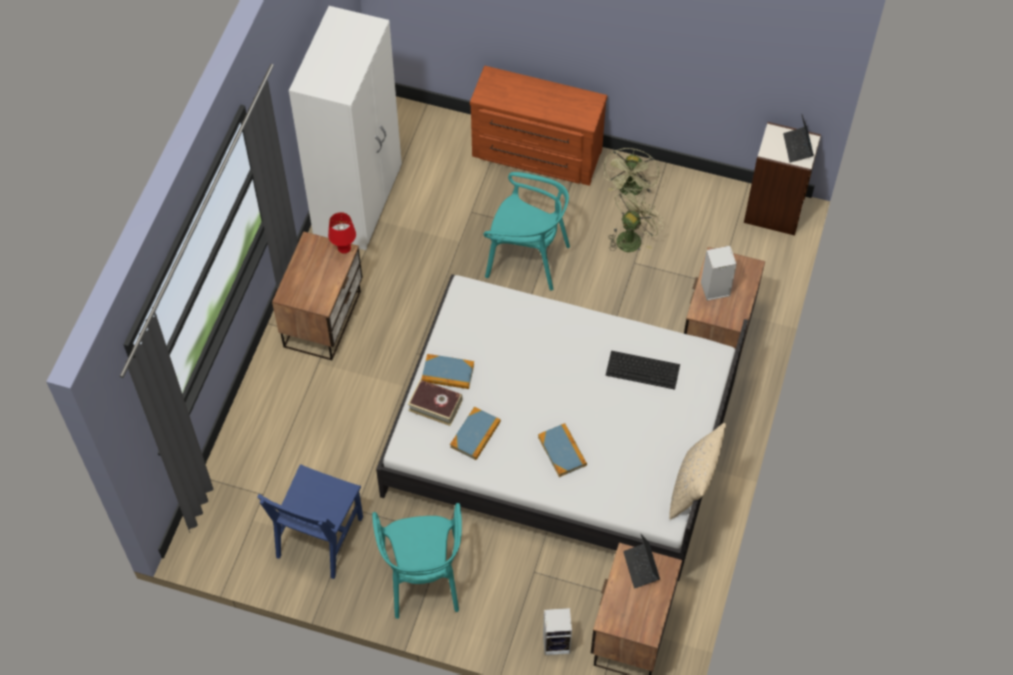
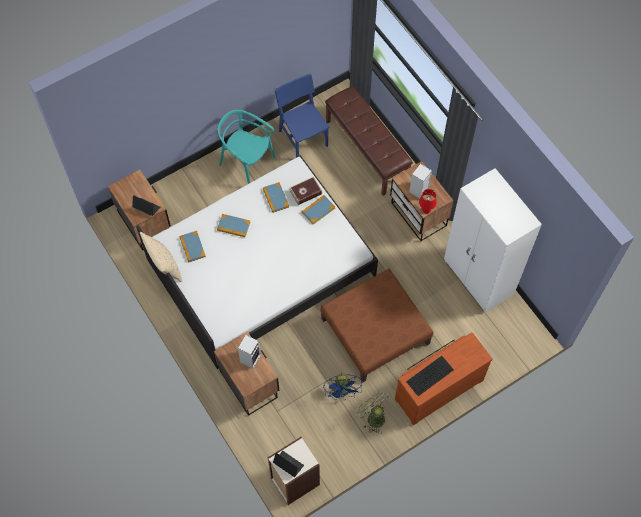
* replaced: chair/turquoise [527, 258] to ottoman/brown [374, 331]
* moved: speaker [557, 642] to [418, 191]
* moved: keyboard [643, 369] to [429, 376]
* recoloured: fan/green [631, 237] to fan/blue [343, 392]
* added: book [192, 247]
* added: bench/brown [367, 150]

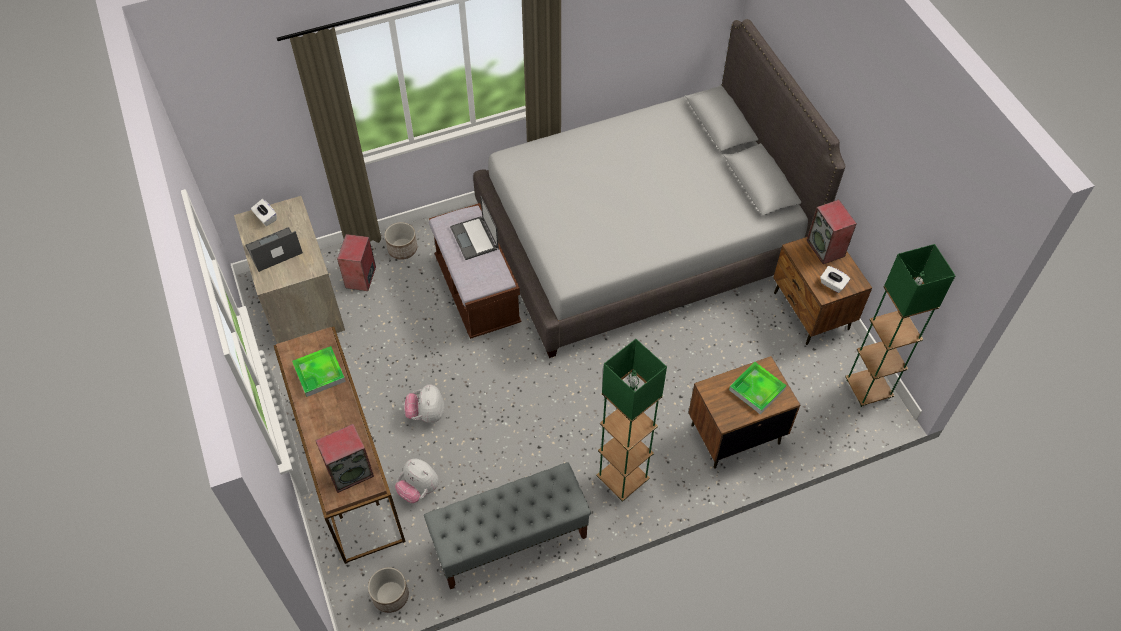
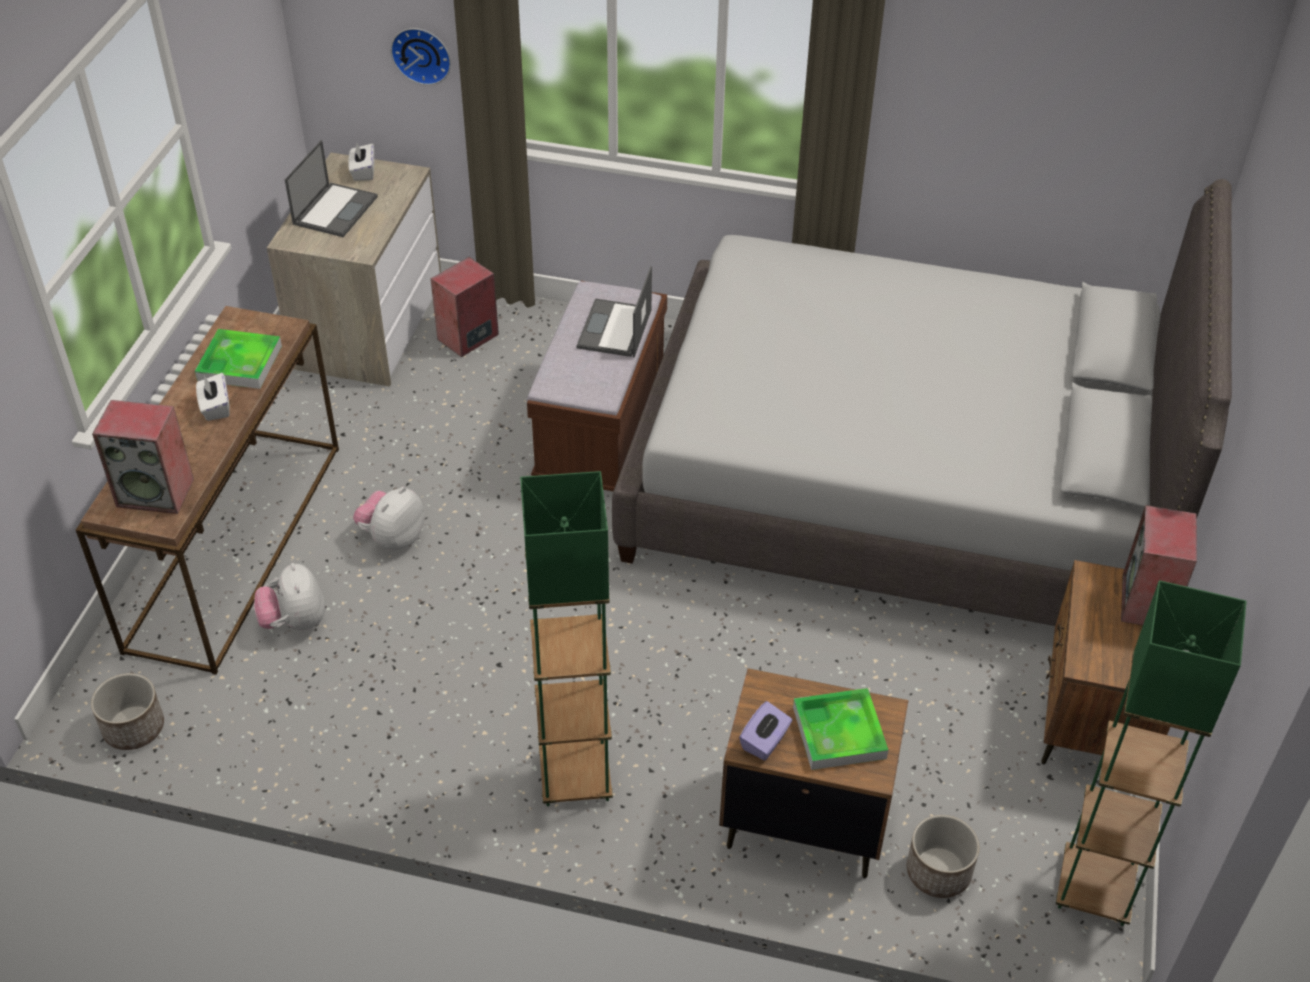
* turned: laptop [273, 250] = [335, 209] 105 degrees clockwise
* moved: planter [402, 249] to [938, 872]
* removed: bench/grey [509, 540]
* moved: tissue box/white [832, 284] to [215, 407]
* added: wall clock [422, 54]
* added: tissue box/purple [765, 742]

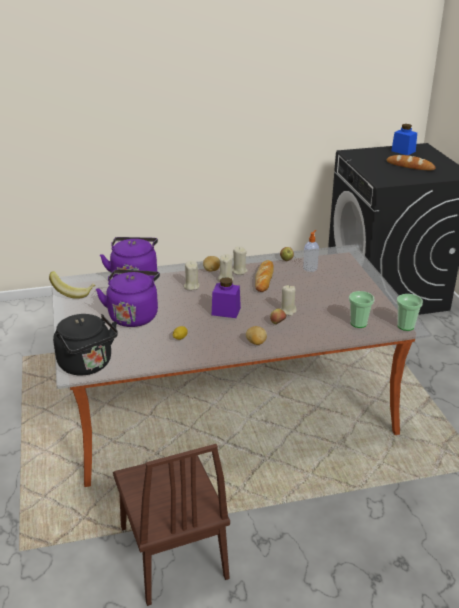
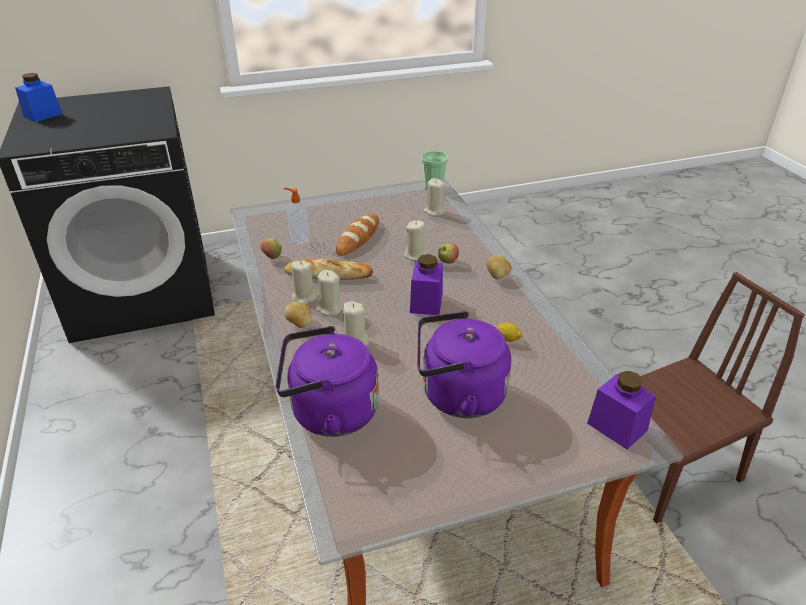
* removed: banana [73, 292]
* replaced: kettle/black [88, 365] to jar/purple [617, 427]
* replaced: cup [358, 323] to candle/beige [434, 211]
* moved: bread [410, 166] to [358, 238]

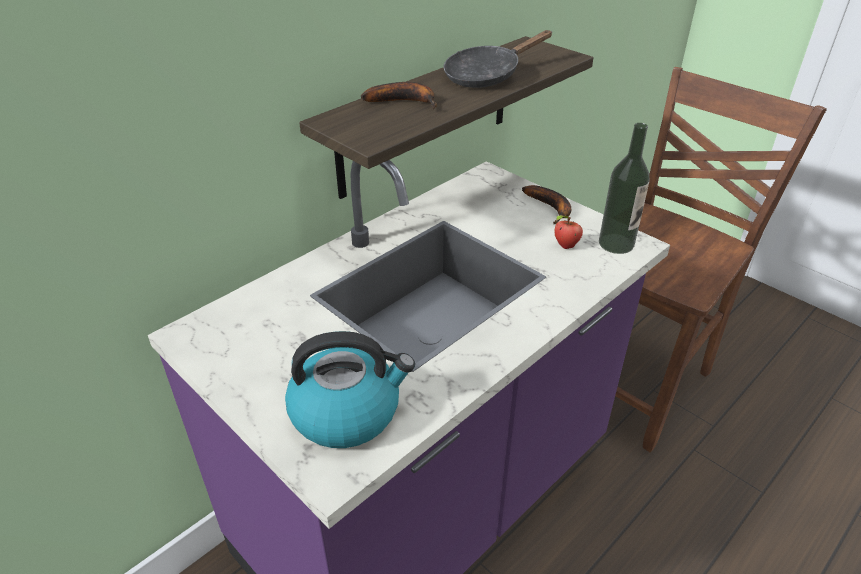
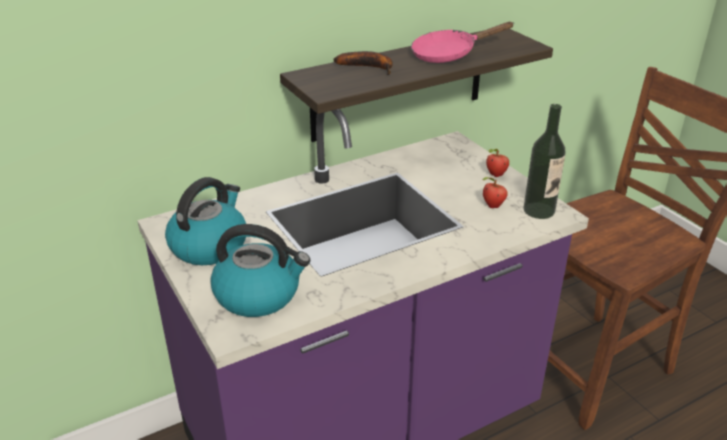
* recoloured: frying pan/black [487, 75] to frying pan/pink [449, 54]
* replaced: banana [551, 208] to apple [495, 175]
* added: kettle [209, 245]

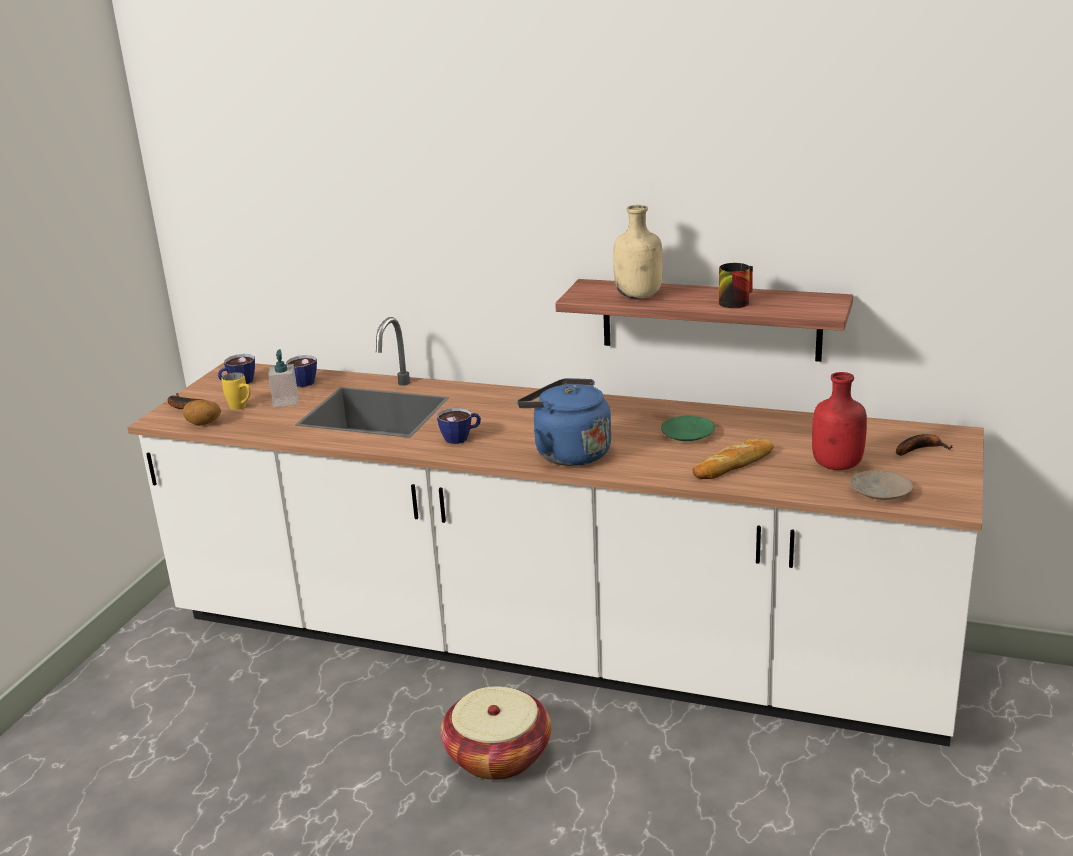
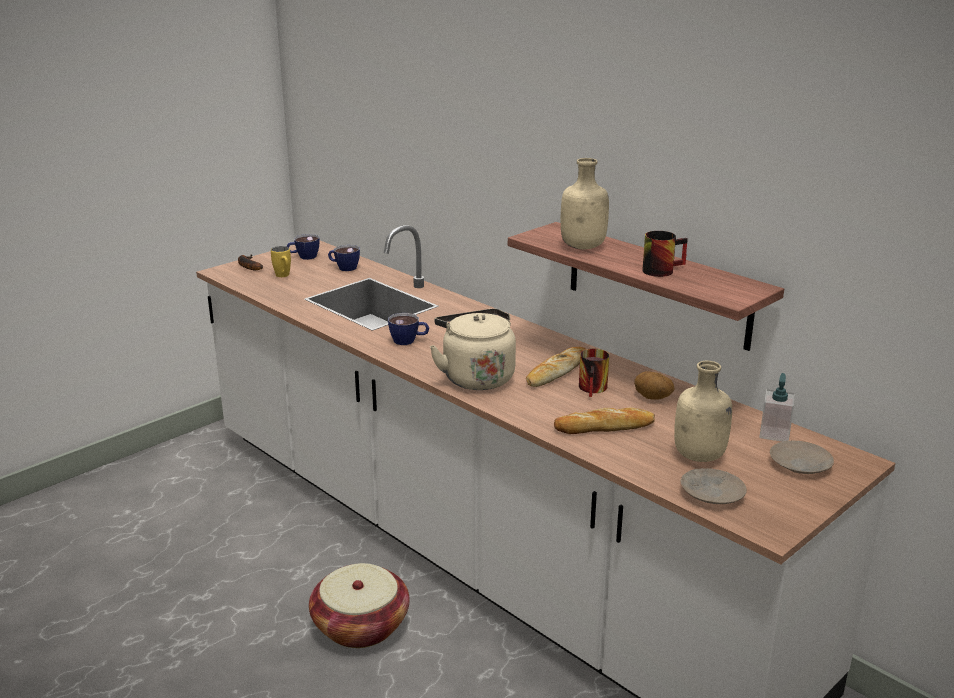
* moved: potato [203, 424] to [652, 398]
* moved: soap dispenser [286, 401] to [774, 433]
* recoloured: kettle/blue [568, 453] to kettle/beige [476, 377]
* replaced: plate/green [688, 434] to mug [595, 389]
* recoloured: bottle/red [838, 466] to bottle/beige [700, 456]
* replaced: banana [920, 449] to plate/beige [800, 464]
* added: bread [556, 371]

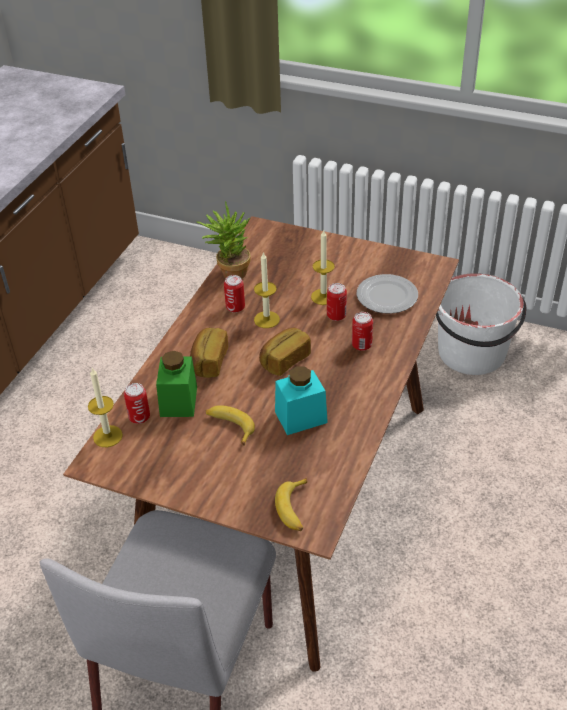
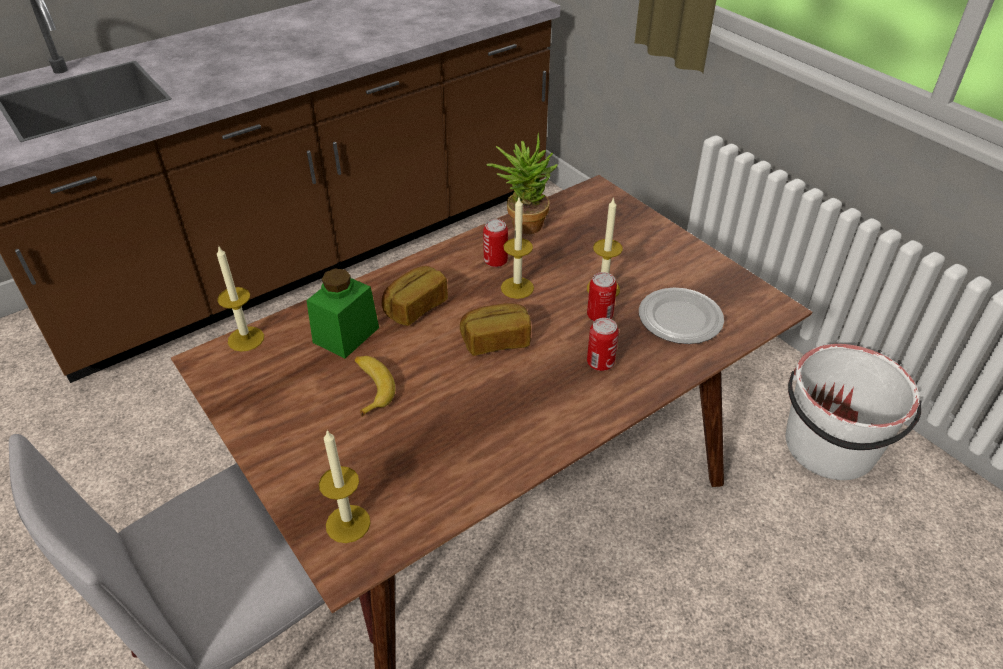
* removed: can [139, 417]
* removed: jar/turquoise [301, 417]
* replaced: banana [294, 509] to candle [348, 523]

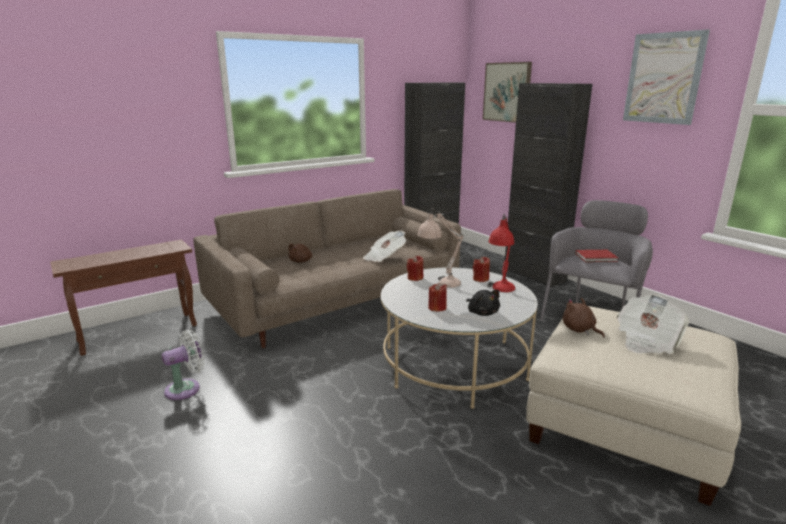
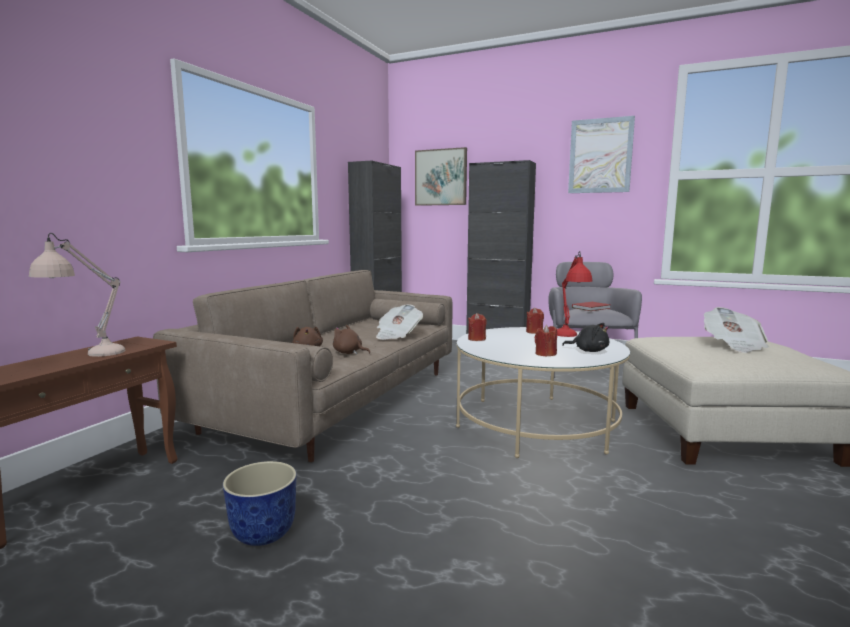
* replaced: fan/white [186, 388] to planter [262, 534]
* moved: table lamp/beige [439, 285] to [86, 356]
* moved: plush toy/brown [579, 330] to [349, 353]

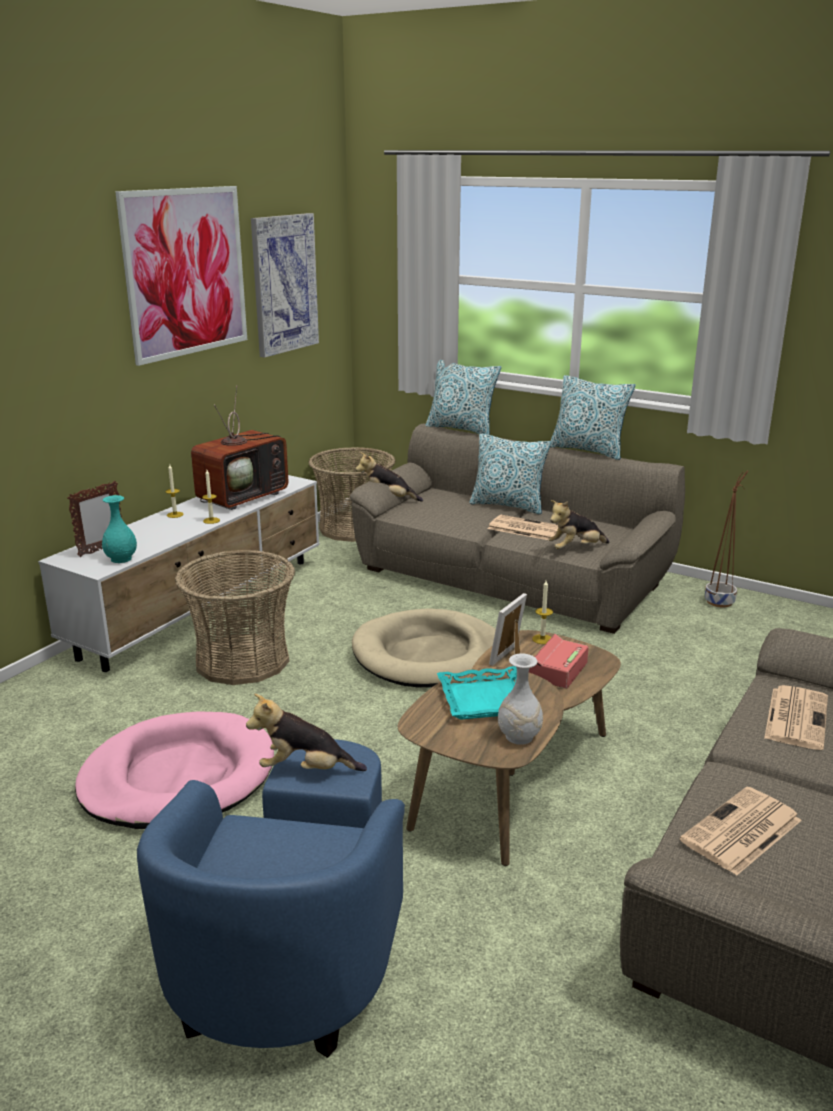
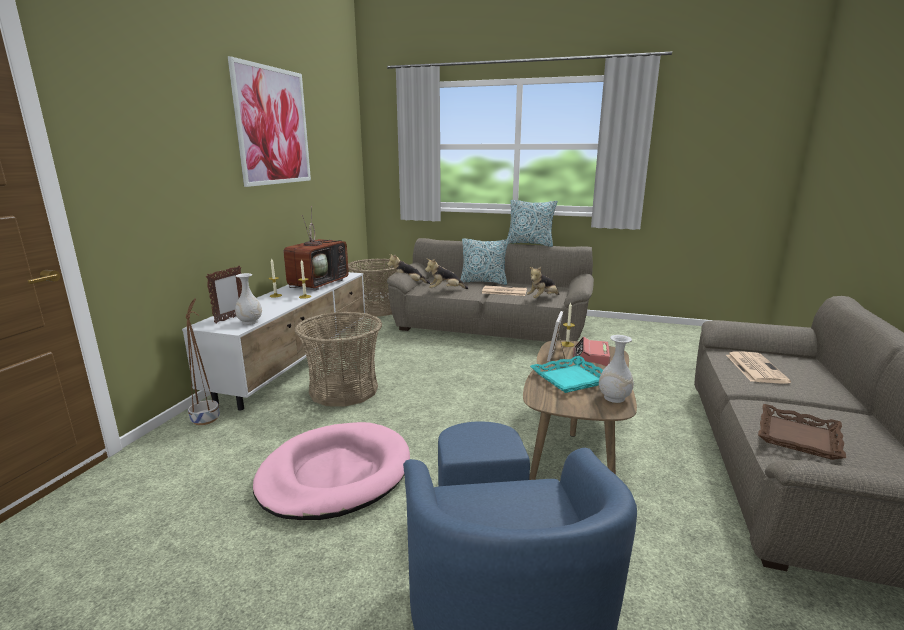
* recoloured: vase/turquoise [121, 559] to vase/white [250, 322]
* moved: plush toy [305, 770] to [445, 290]
* removed: picture [284, 284]
* removed: dog bed/beige [429, 655]
* removed: pillow [461, 429]
* replaced: newspaper [741, 832] to tray/brown [799, 437]
* moved: planter/brown [720, 602] to [206, 419]

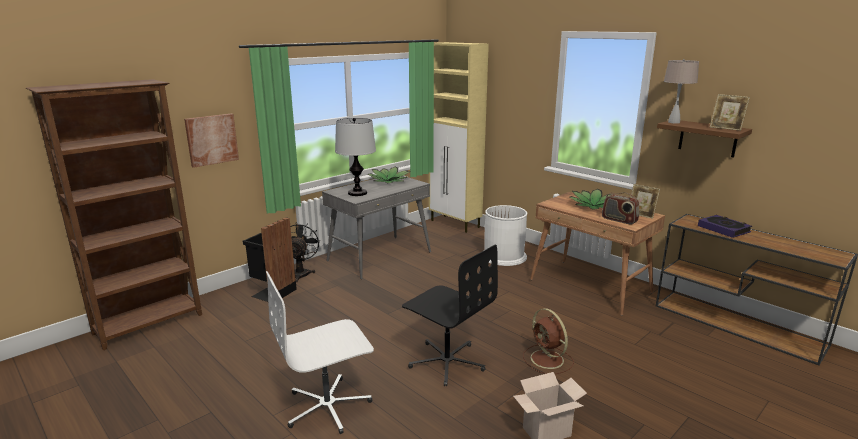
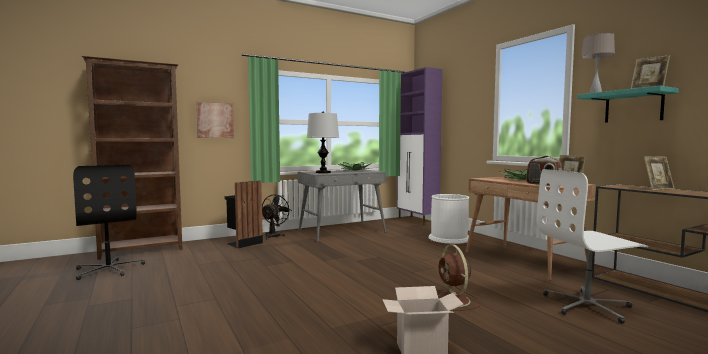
* moved: office chair/white [328, 406] to [588, 306]
* moved: office chair/black [447, 362] to [109, 269]
* recoloured: cabinet/beige [455, 224] to cabinet/purple [417, 220]
* recoloured: shelf/brown [707, 138] to shelf/turquoise [633, 107]
* replaced: book [723, 229] to picture frame [658, 189]

